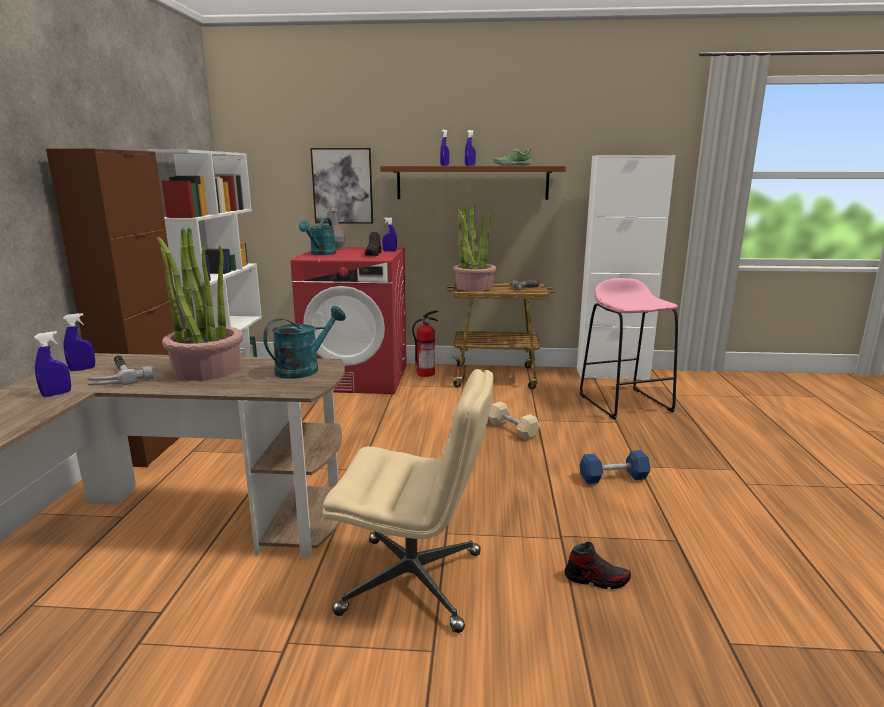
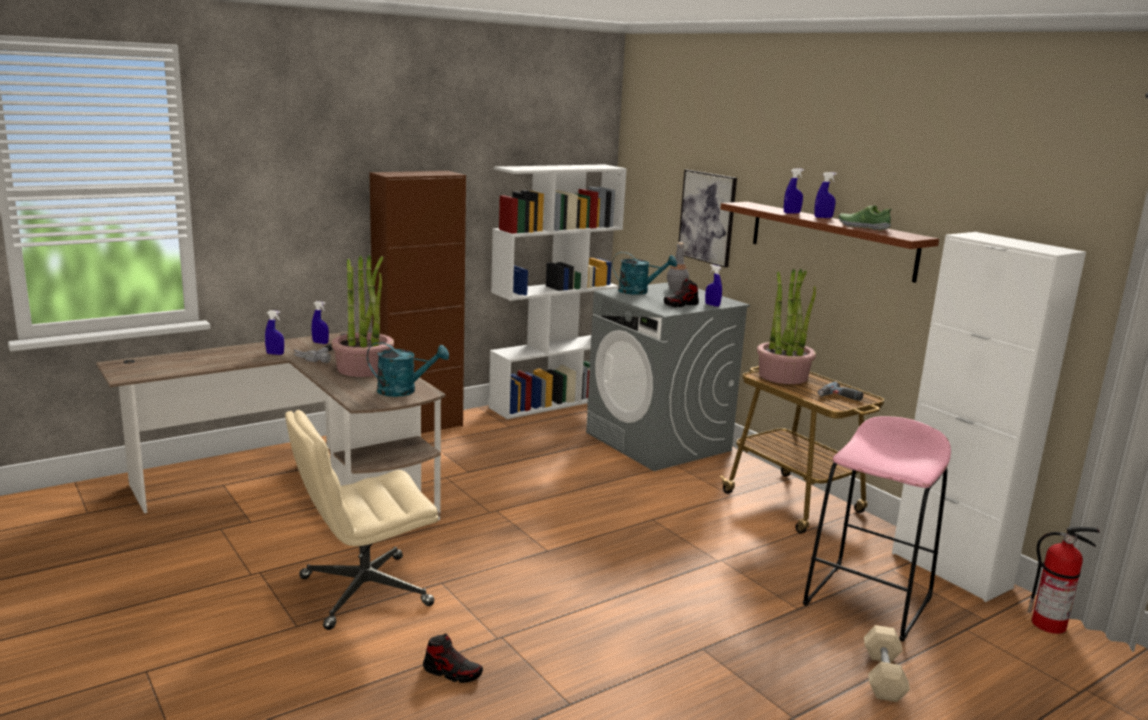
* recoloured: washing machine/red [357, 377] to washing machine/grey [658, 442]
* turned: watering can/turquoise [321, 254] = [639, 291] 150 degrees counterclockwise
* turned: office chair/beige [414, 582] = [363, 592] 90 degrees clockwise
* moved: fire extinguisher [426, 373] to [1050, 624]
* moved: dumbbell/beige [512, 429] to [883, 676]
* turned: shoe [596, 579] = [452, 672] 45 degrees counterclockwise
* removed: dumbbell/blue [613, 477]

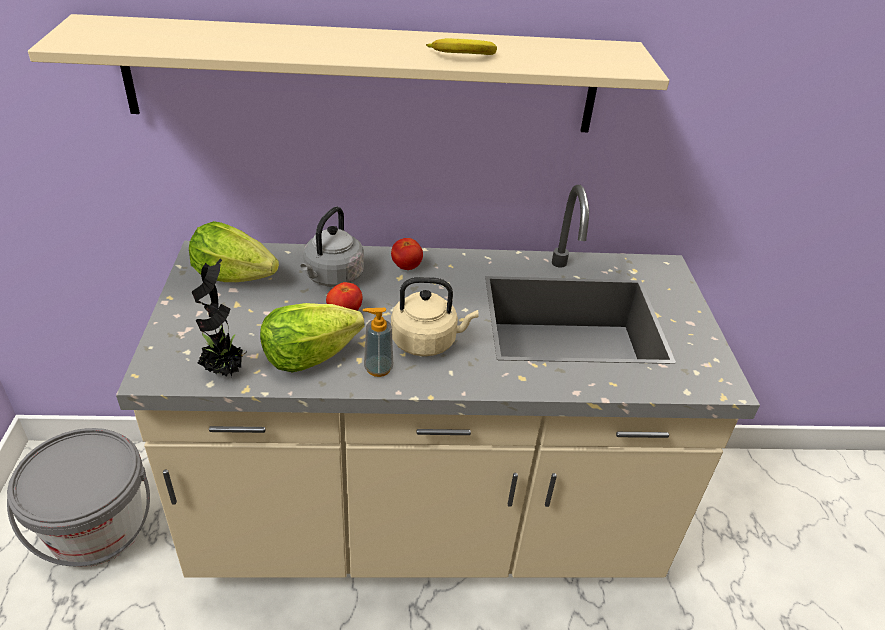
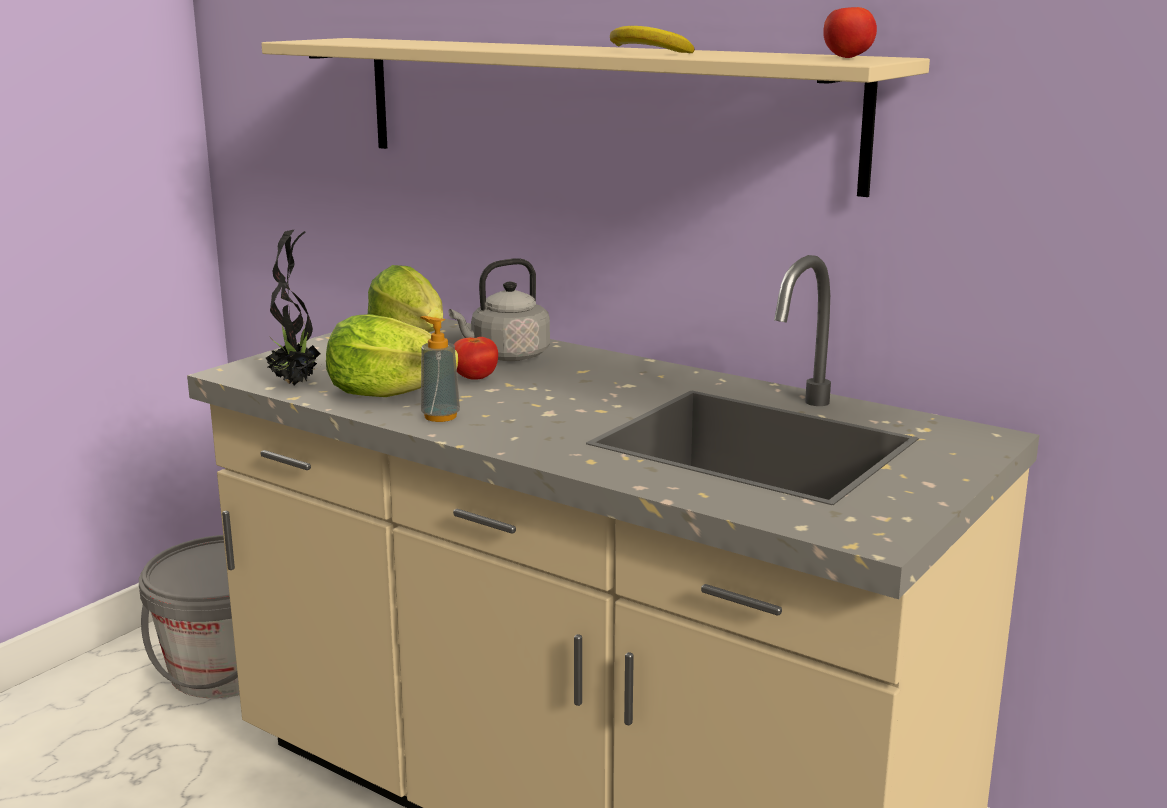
* moved: tomato [406, 266] to [847, 57]
* removed: kettle/beige [427, 342]

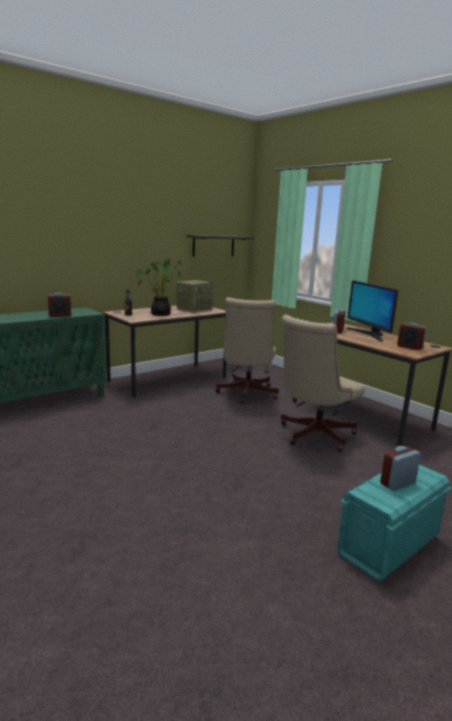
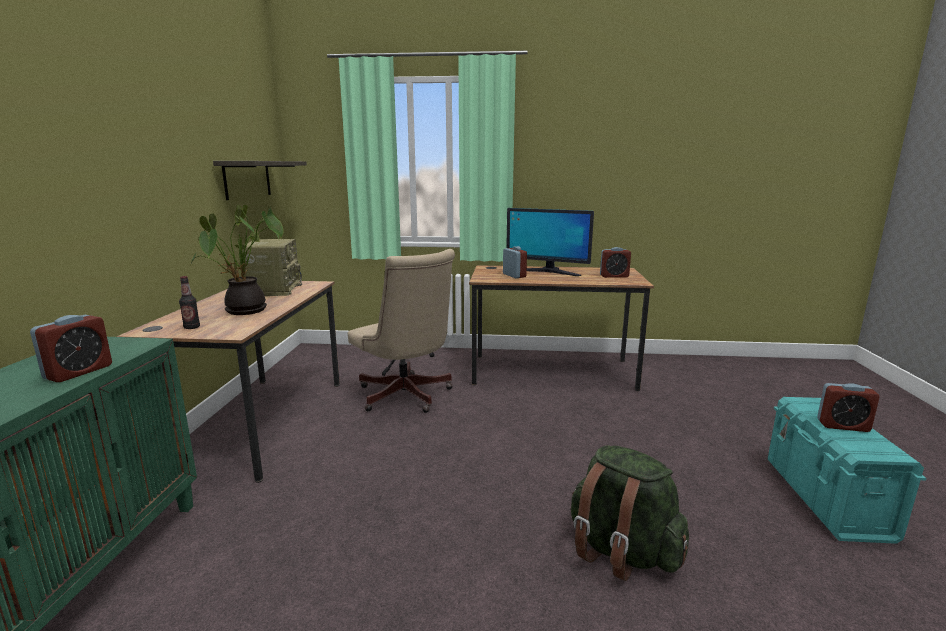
* removed: office chair/beige [313, 435]
* turned: alarm clock [397, 483] = [843, 426] 90 degrees counterclockwise
* added: backpack/green [621, 551]

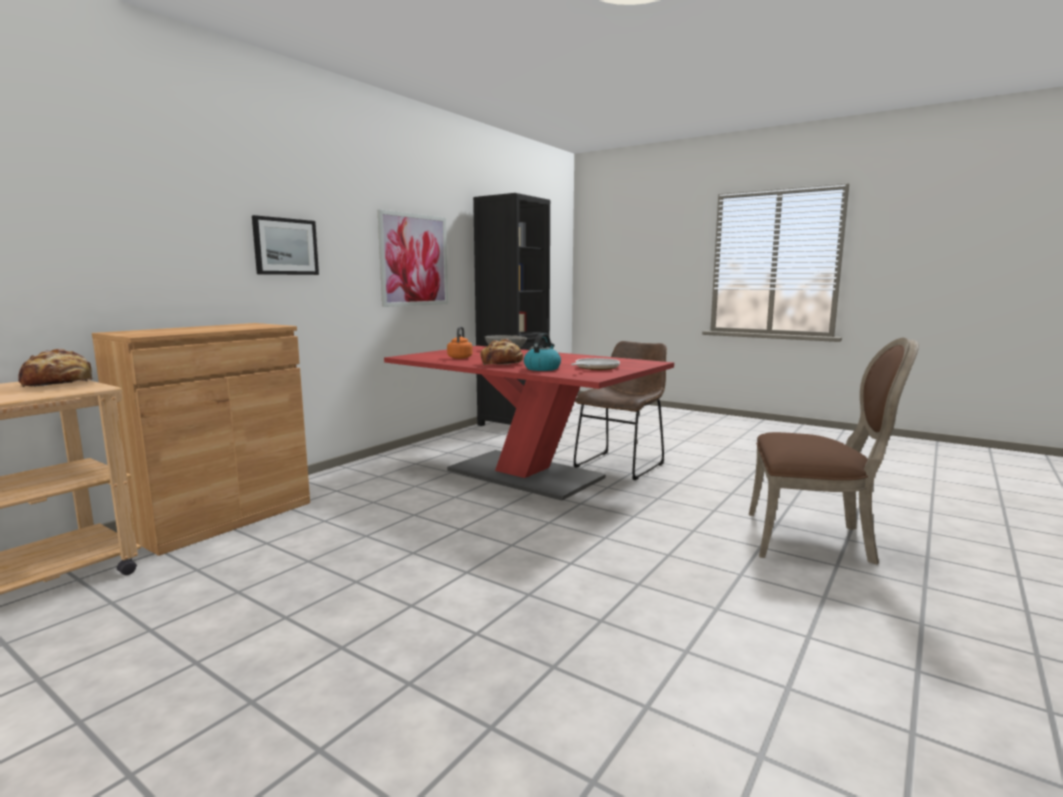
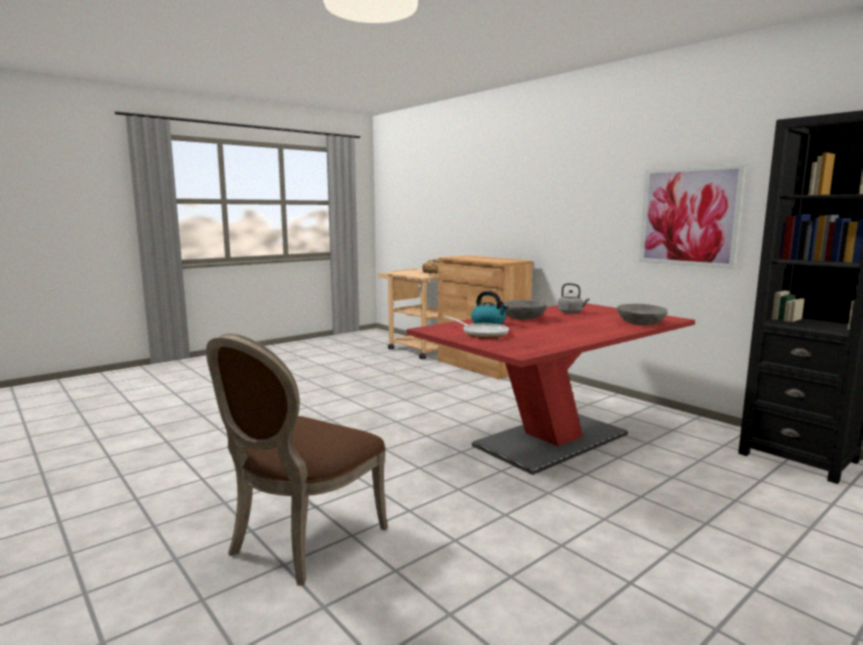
* removed: picture [285, 246]
* recoloured: kettle/orange [460, 357] to kettle/grey [571, 312]
* replaced: bread [502, 364] to bowl/grey [523, 318]
* removed: chair/brown [621, 464]

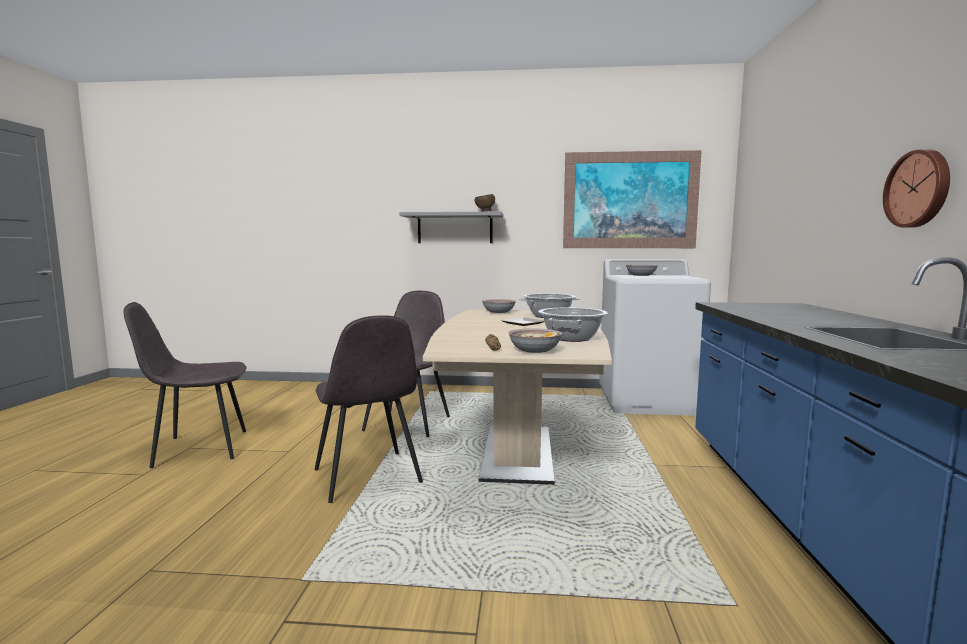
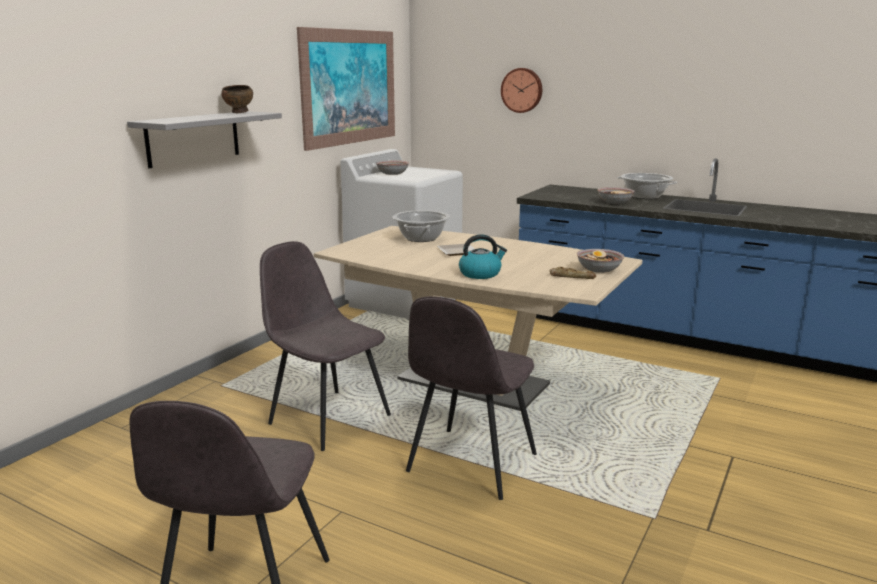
* turned: chair/grey [367, 477] = [470, 464] 120 degrees clockwise
* moved: bowl [498, 312] to [615, 202]
* moved: cooking pot [571, 338] to [644, 196]
* moved: wall clock [919, 189] to [522, 90]
* added: kettle [480, 274]

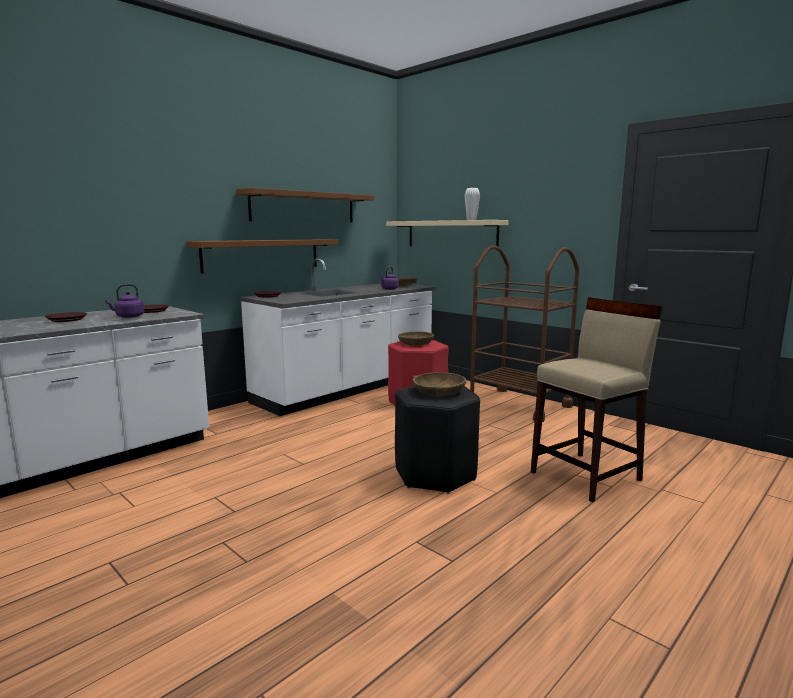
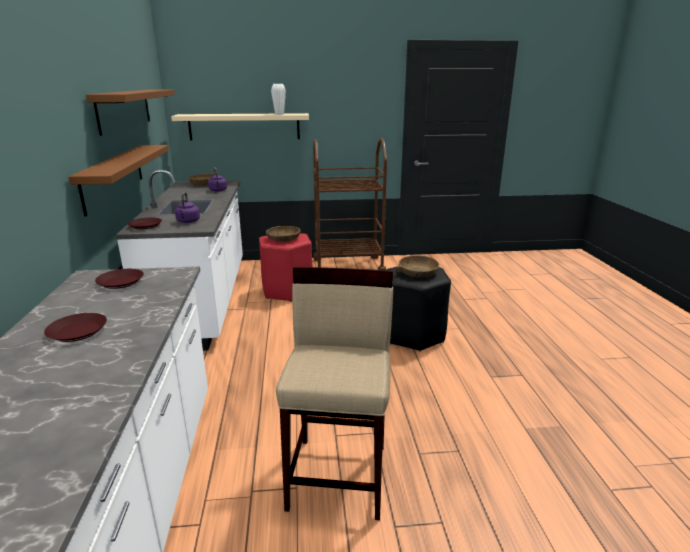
* moved: kettle/purple [128, 317] to [188, 221]
* moved: stool/beige [587, 476] to [339, 475]

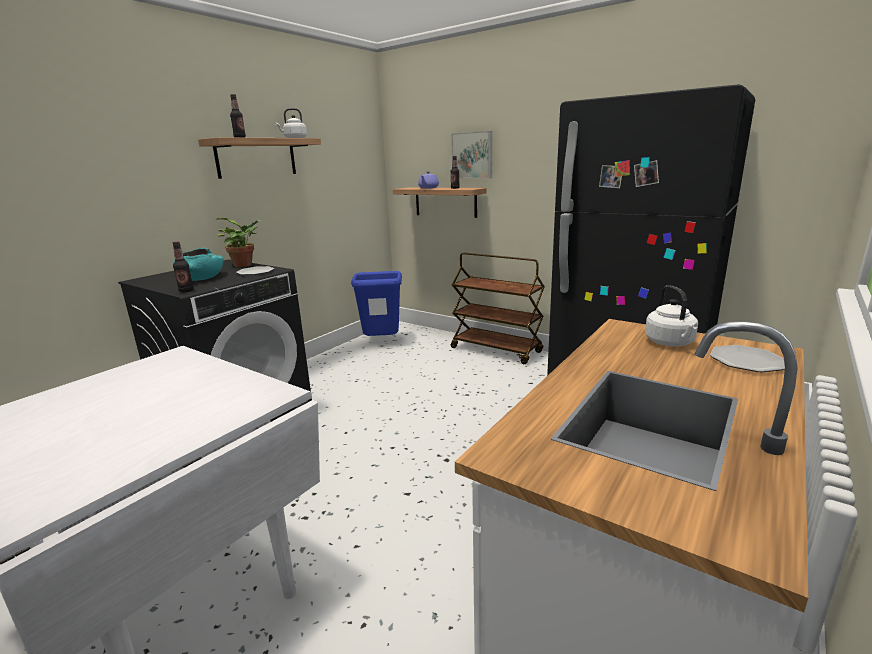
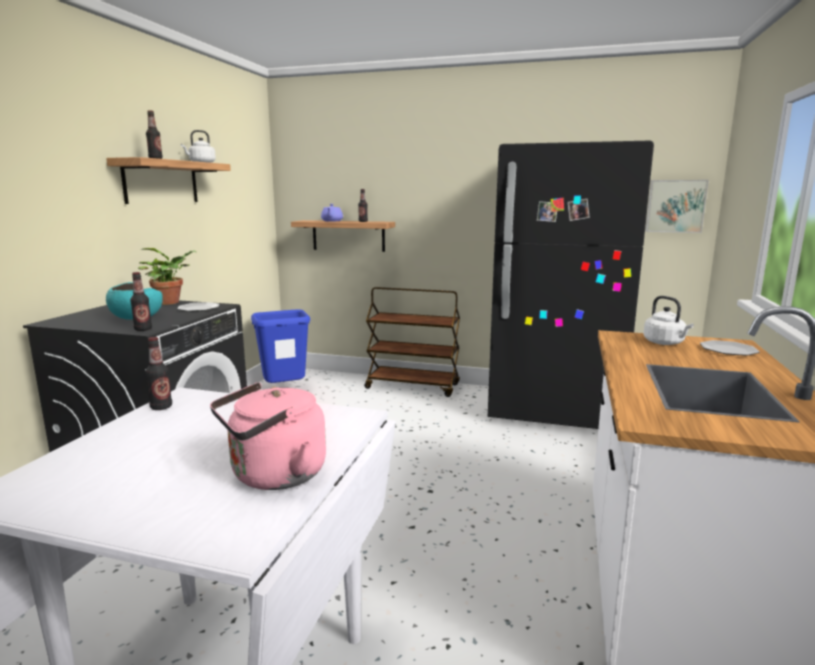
* moved: picture [473, 155] to [675, 206]
* added: bottle [161, 407]
* added: kettle/pink [273, 476]

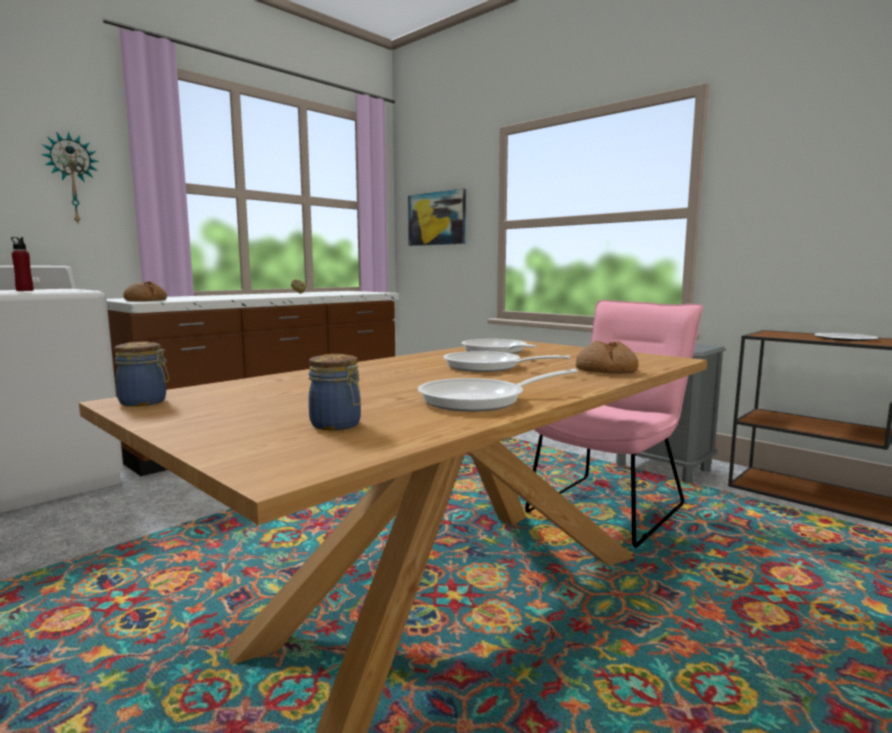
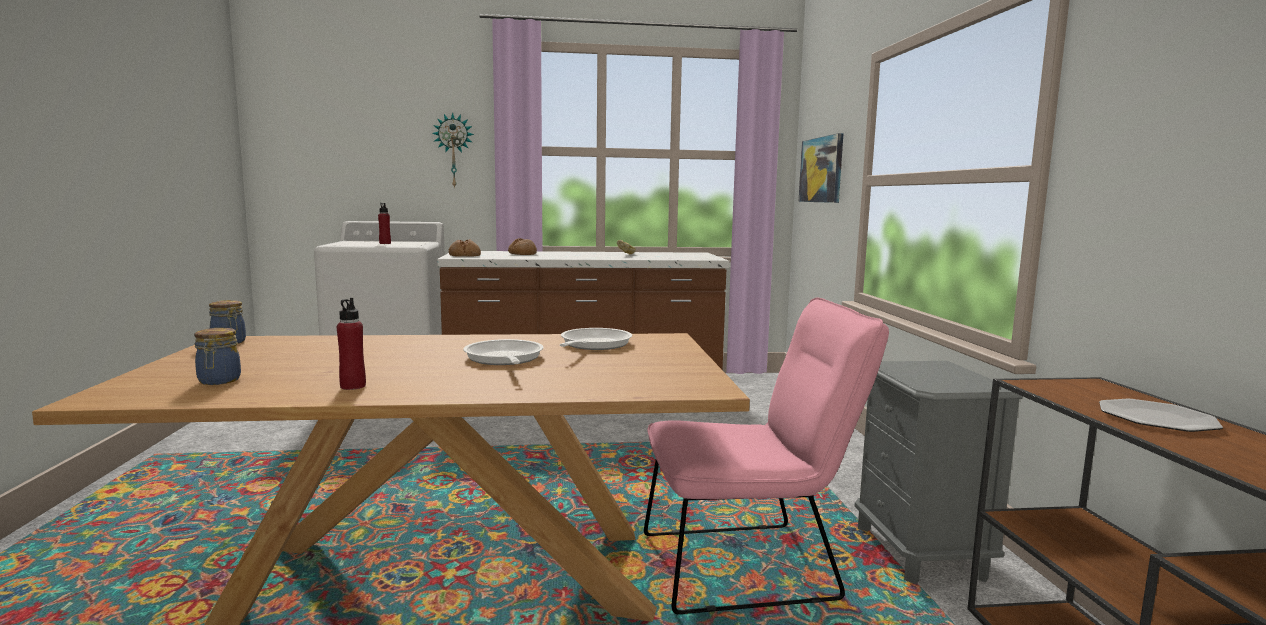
* replaced: frying pan [481, 400] to bottle/red [353, 386]
* moved: bread [606, 370] to [522, 254]

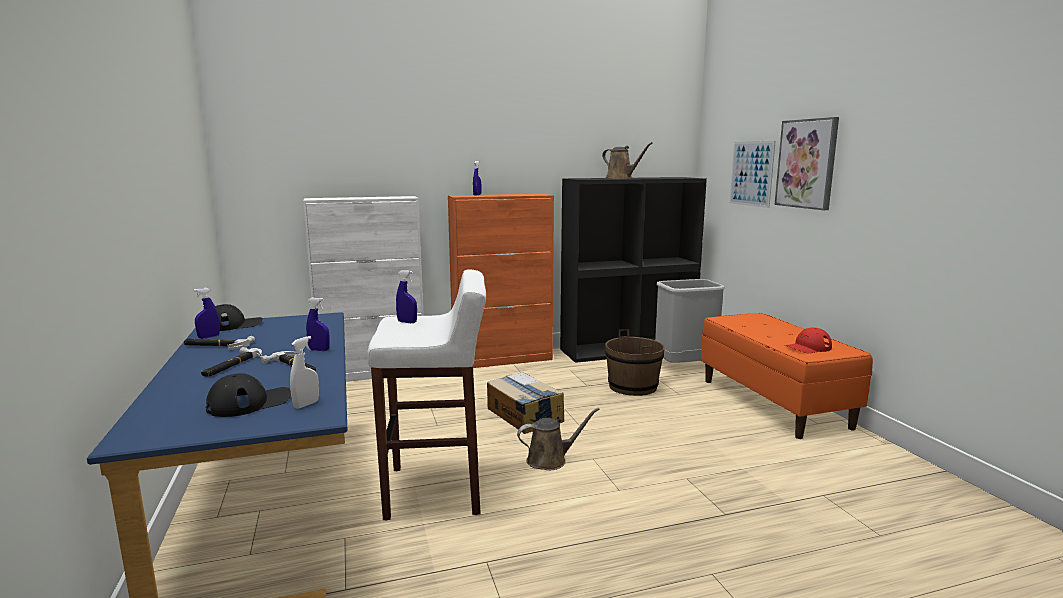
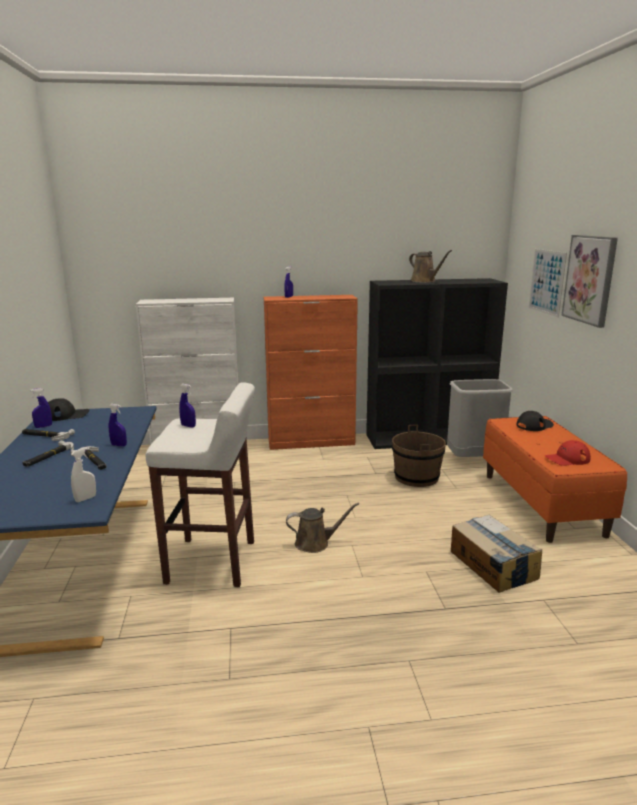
* moved: cap/black [250, 403] to [534, 425]
* moved: cardboard box [524, 415] to [493, 565]

